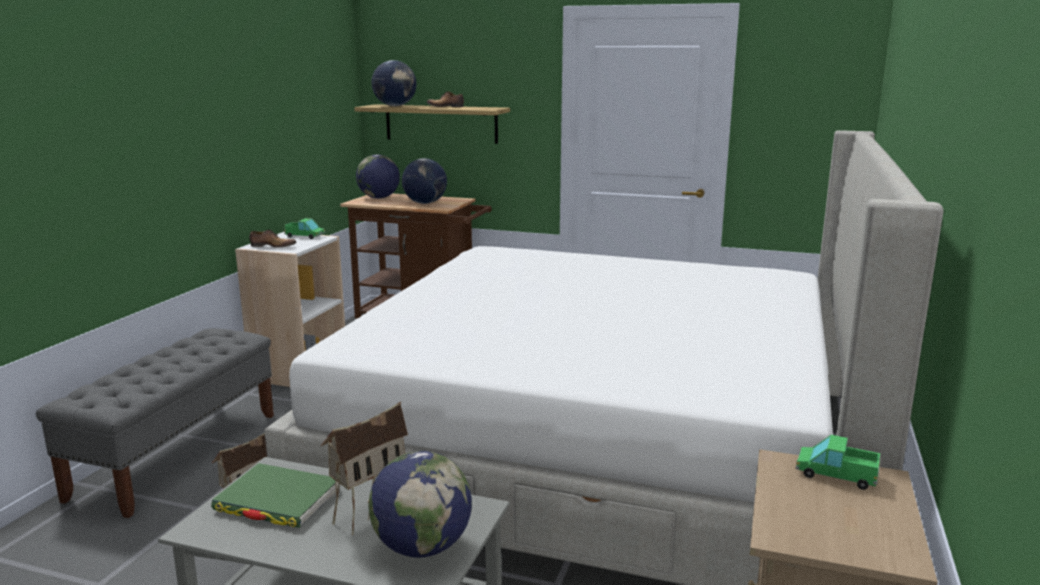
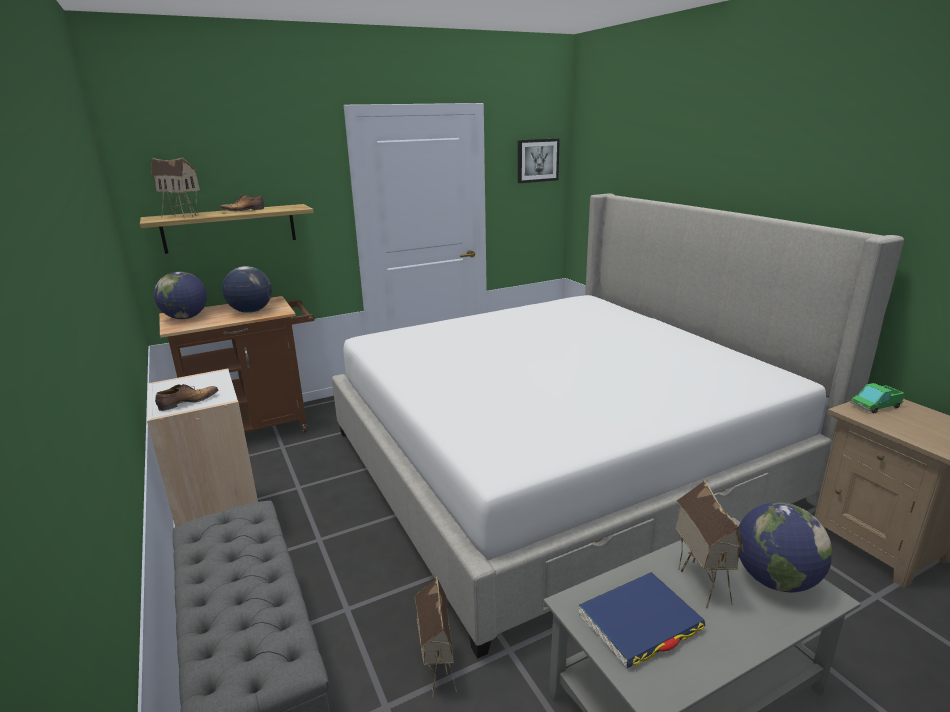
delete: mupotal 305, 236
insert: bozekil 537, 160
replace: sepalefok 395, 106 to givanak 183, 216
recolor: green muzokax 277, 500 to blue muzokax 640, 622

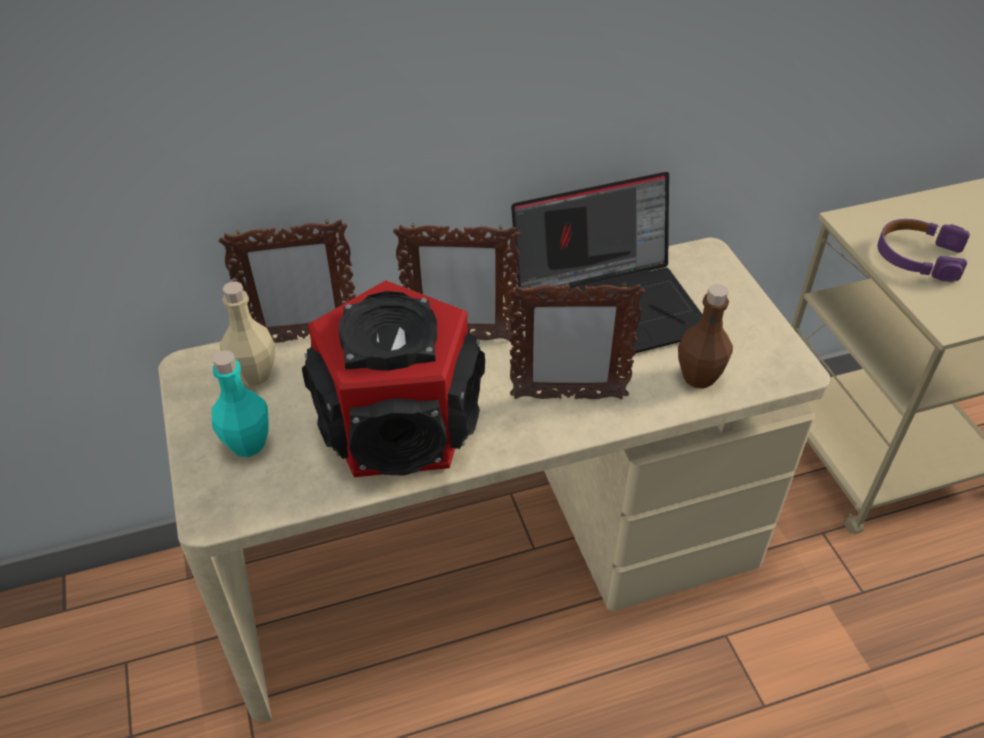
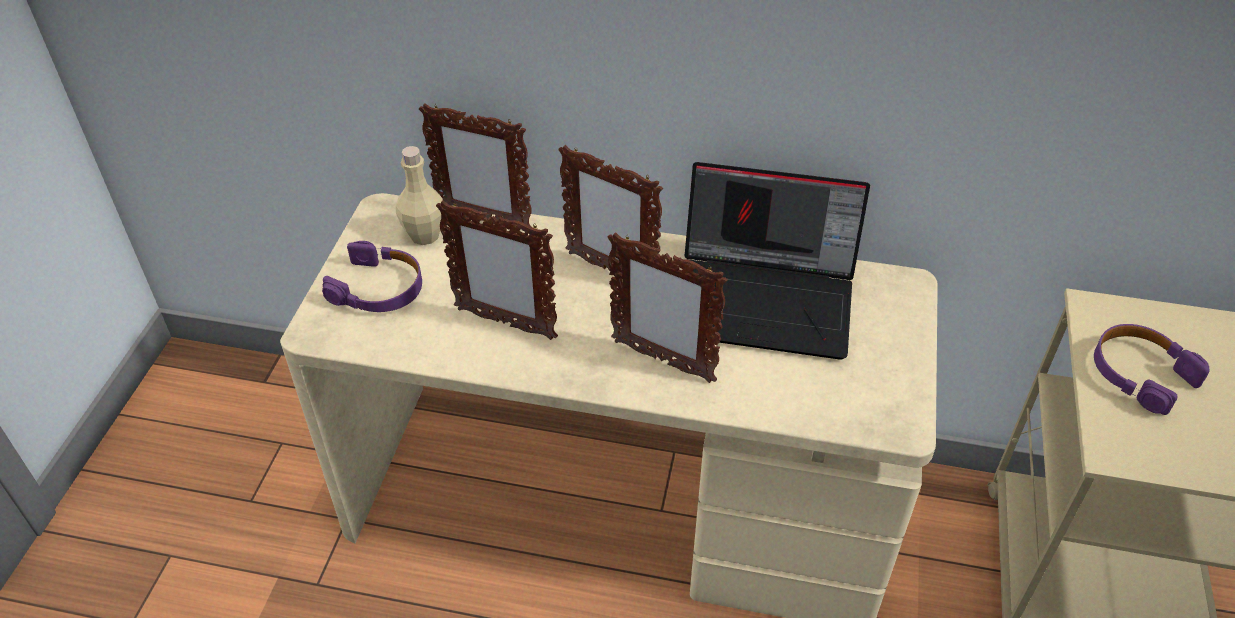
delete: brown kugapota 699, 377
replace: turquoise kugapota 247, 444 to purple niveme 379, 288; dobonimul 400, 424 to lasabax 504, 323

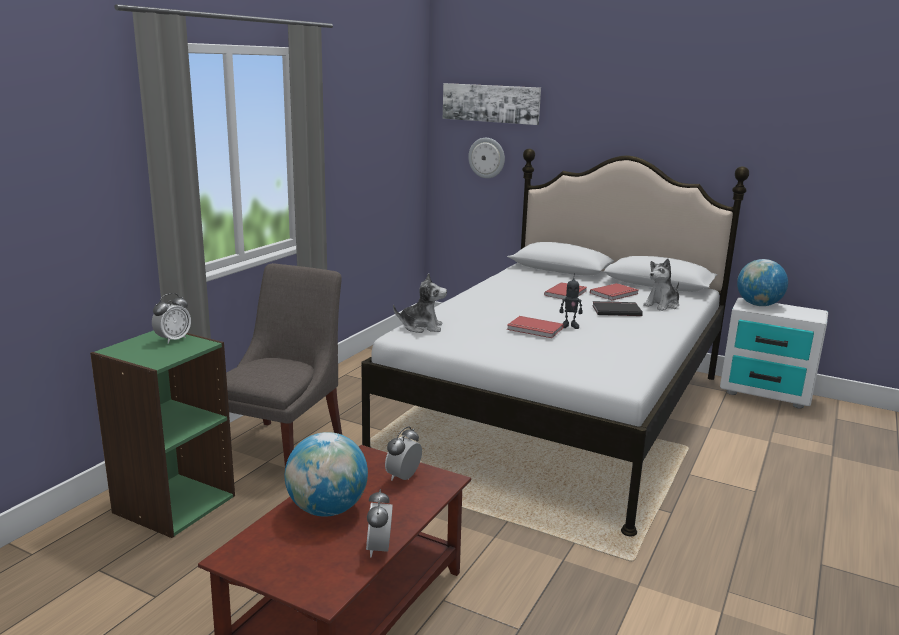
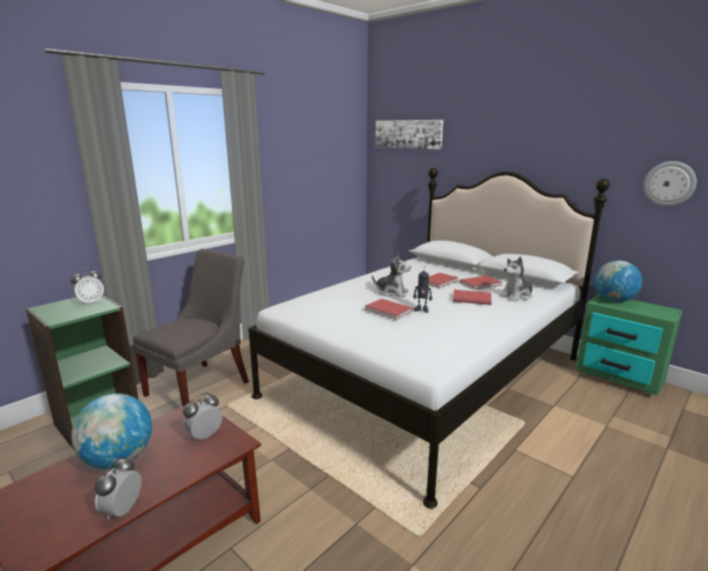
move: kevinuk 421, 327 to 392, 292; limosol 487, 157 to 669, 183
recolor: black muzokax 616, 310 to red muzokax 471, 298; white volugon 765, 396 to green volugon 618, 380

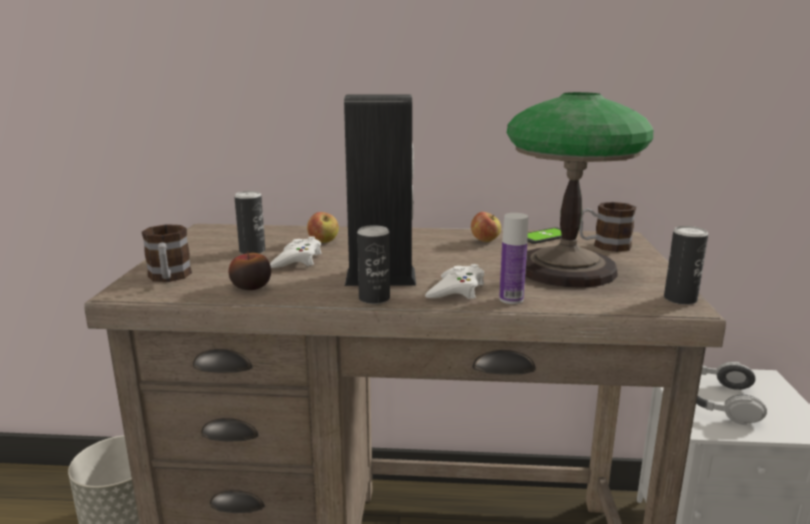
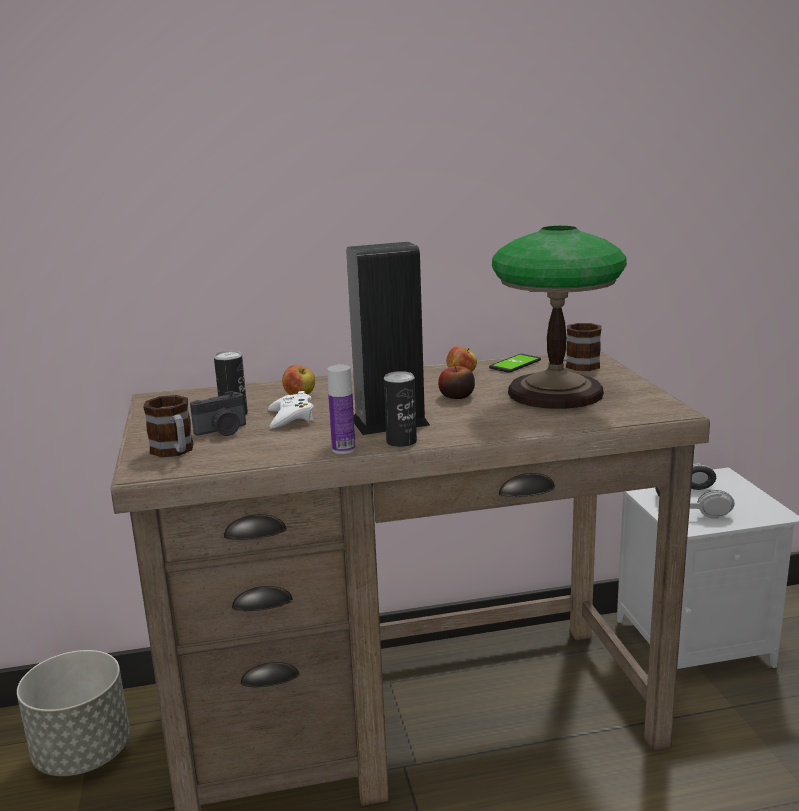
delete: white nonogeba 456, 290; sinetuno 680, 299
insert: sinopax 222, 431
move: kugapota 511, 299 to 343, 449; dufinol 251, 286 to 456, 396

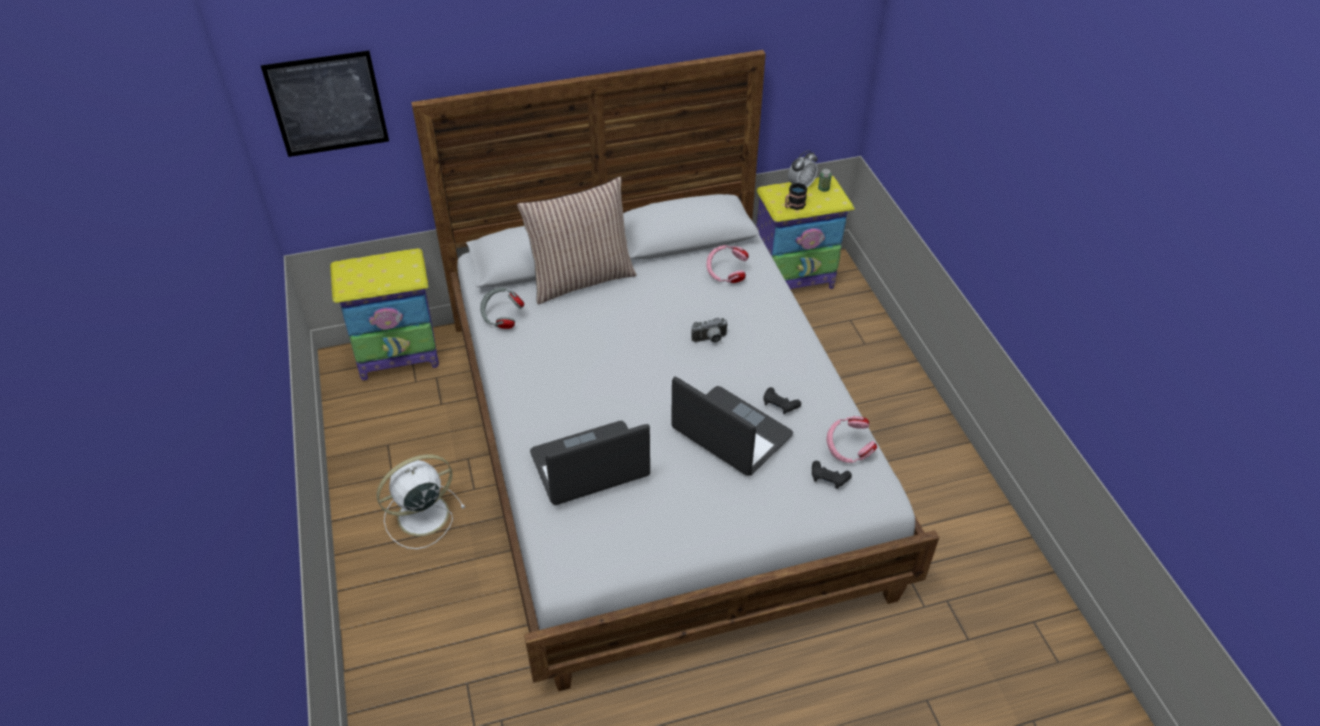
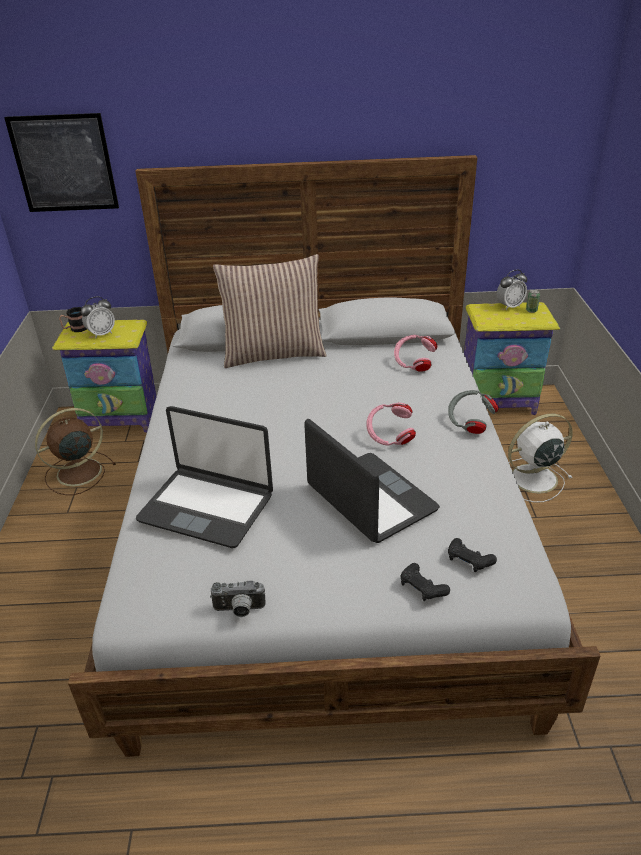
insert: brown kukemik 77, 473; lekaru 101, 334
move: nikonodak 793, 206 to 75, 329; sinopax 710, 340 to 239, 610; pink niveme 848, 451 to 389, 438; black nonogeba 780, 404 to 422, 587; grey niveme 502, 318 to 469, 423; white kukemik 421, 516 to 532, 479
rotate: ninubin 590, 466 = 207, 507 150 degrees counterclockwise

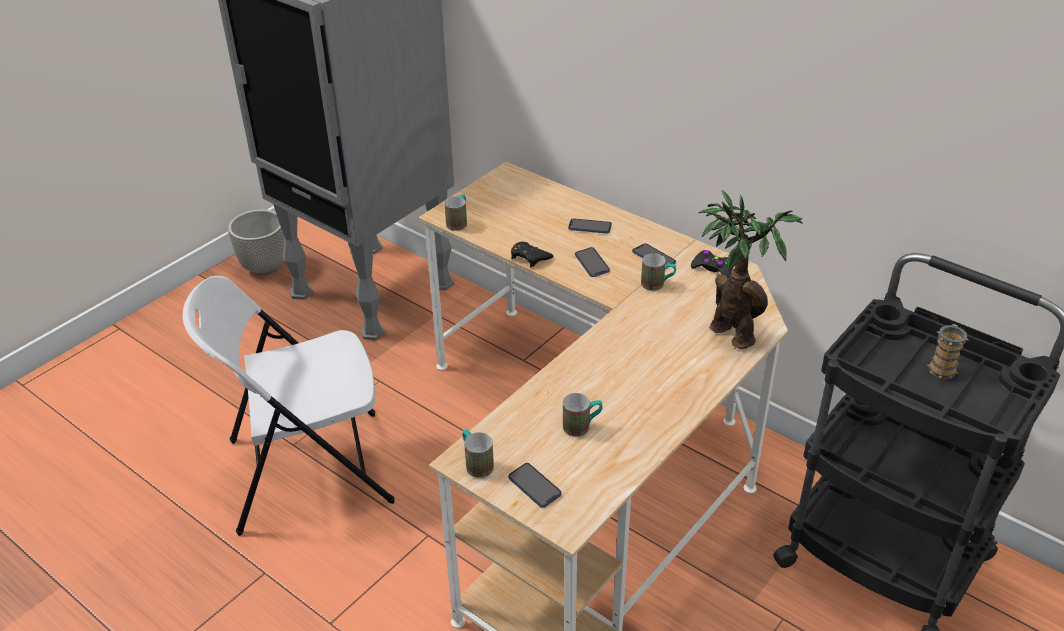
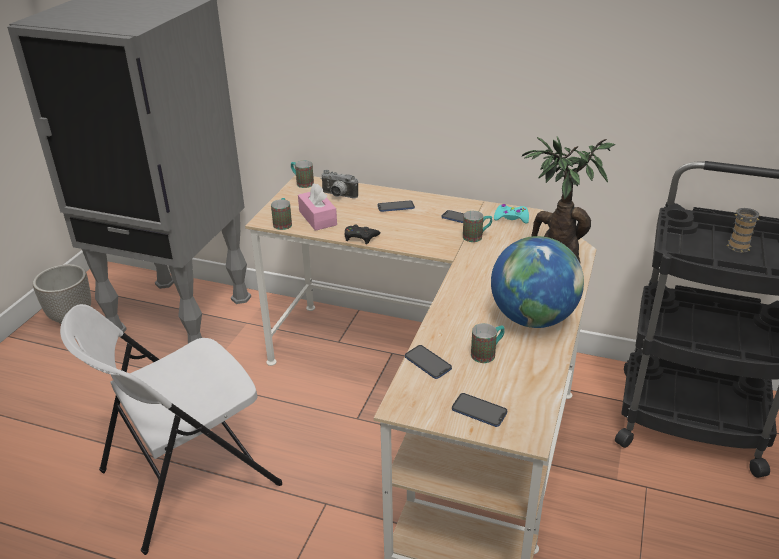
insert: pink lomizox 317, 218; sinopax 338, 196; sepalefok 532, 318
move: nikonodak 476, 463 to 302, 183; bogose 592, 263 to 428, 363
recolor: black nonogeba 713, 269 to turquoise nonogeba 511, 218

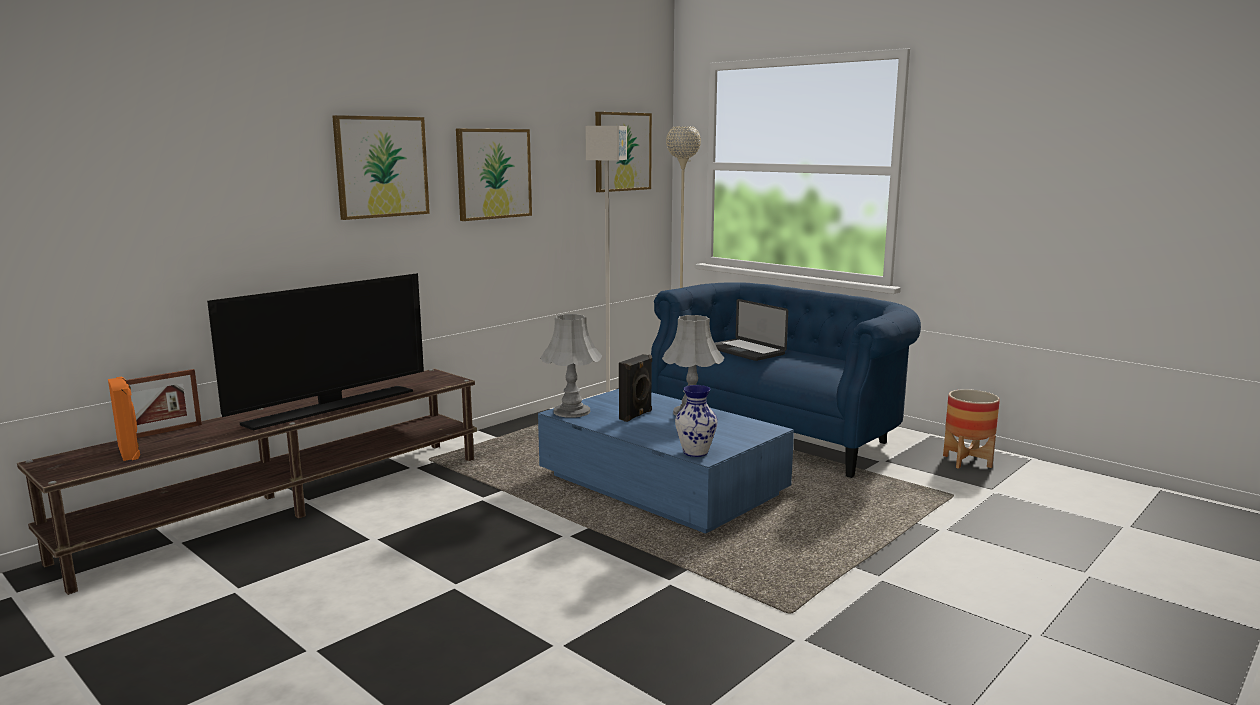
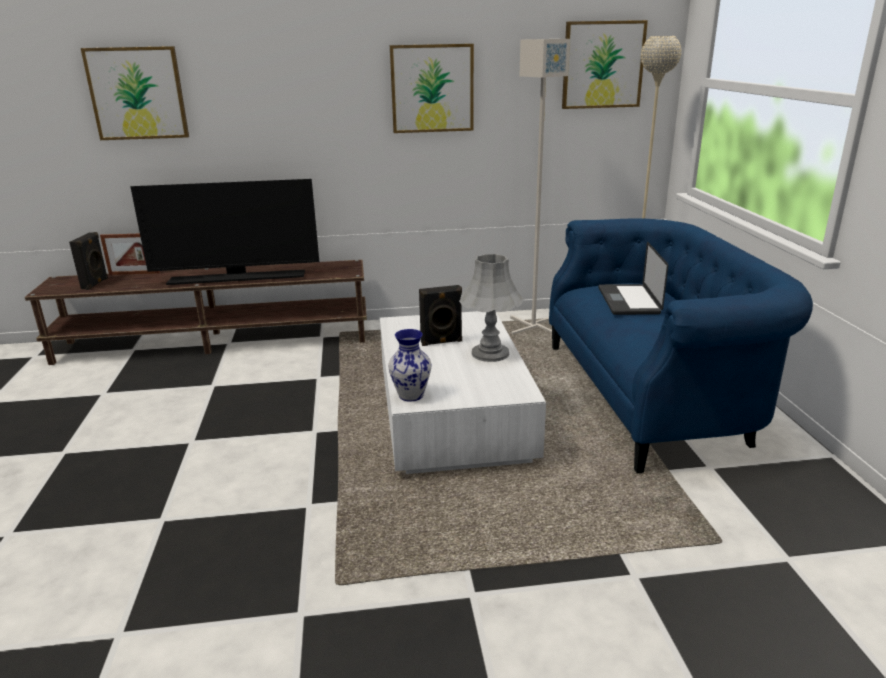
delete: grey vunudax 571, 411; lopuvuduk 967, 461
move: bozekil 381, 167 to 137, 93
recolor: orange dobonimul 130, 452 to black dobonimul 95, 284; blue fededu 662, 486 to white fededu 452, 414

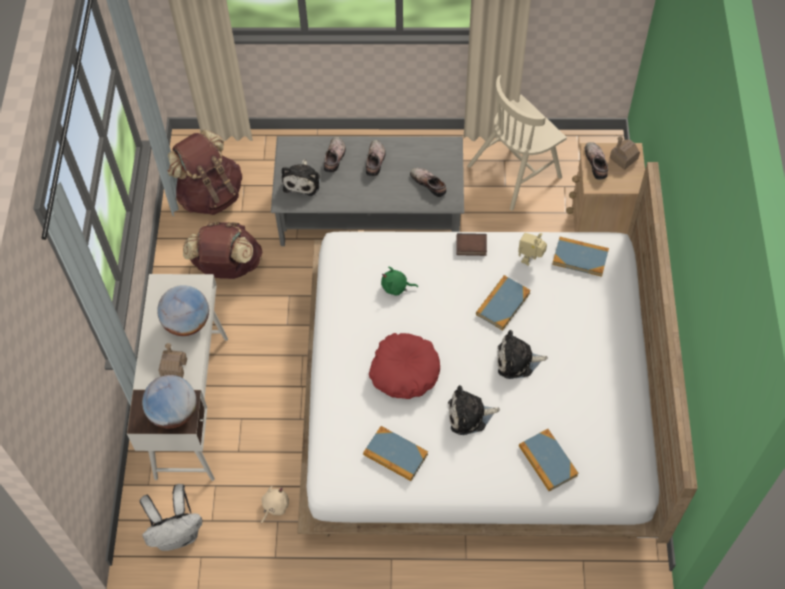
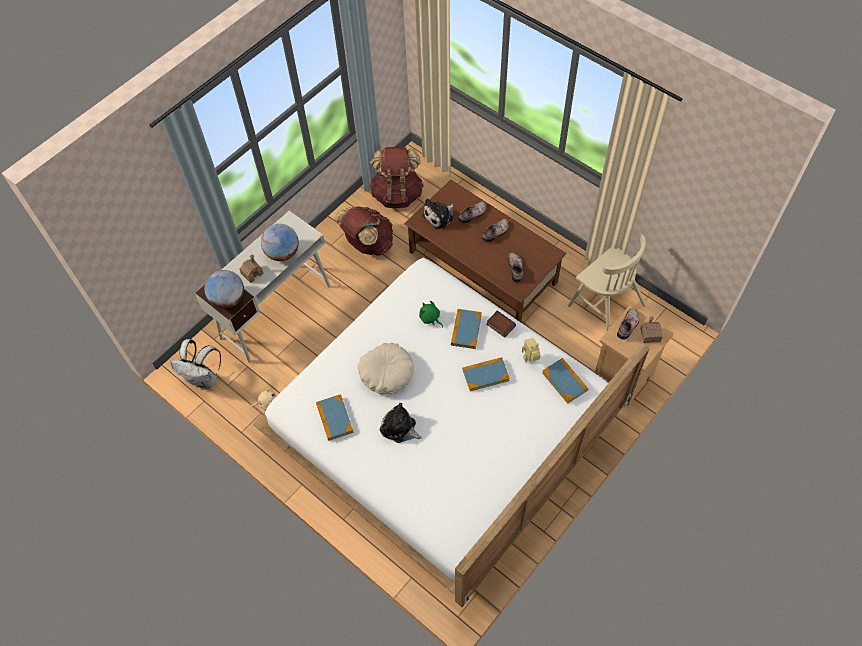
delete: kevinuk 517, 361
move: muzokax 547, 461 to 466, 330
recolor: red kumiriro 406, 372 to beige kumiriro 387, 373; grey fededu 369, 212 to brown fededu 481, 267
rotate: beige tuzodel 518, 168 = 603, 303 135 degrees counterclockwise

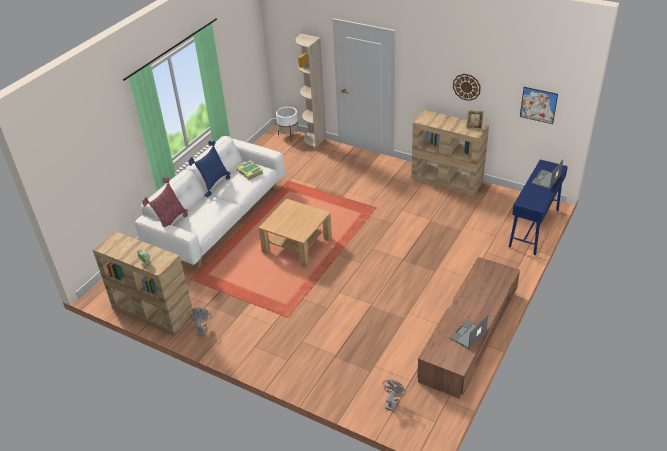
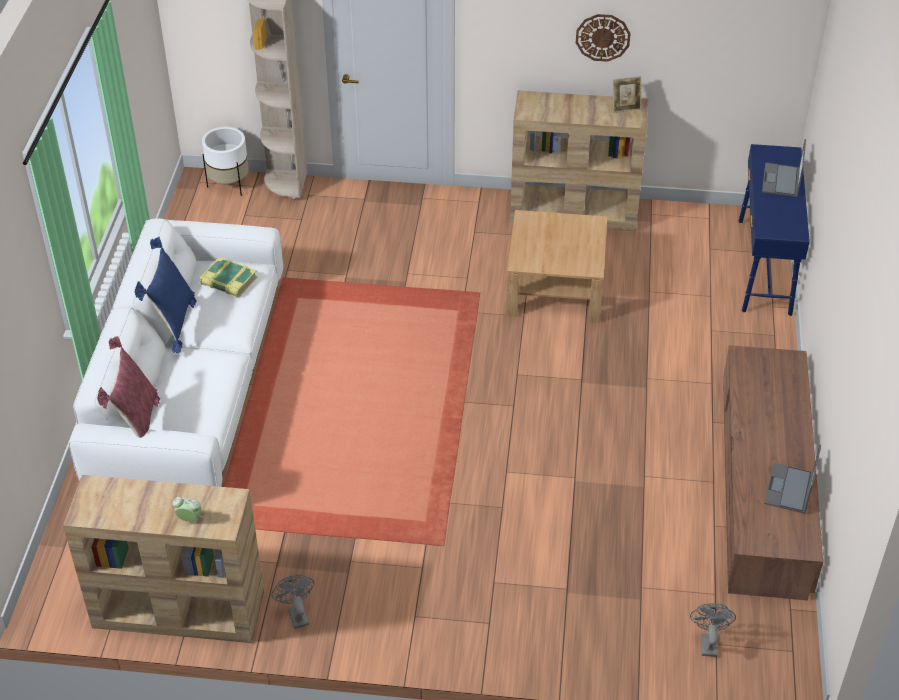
delete: bozekil 538, 105
move: brown fededu 297, 245 to 555, 288

